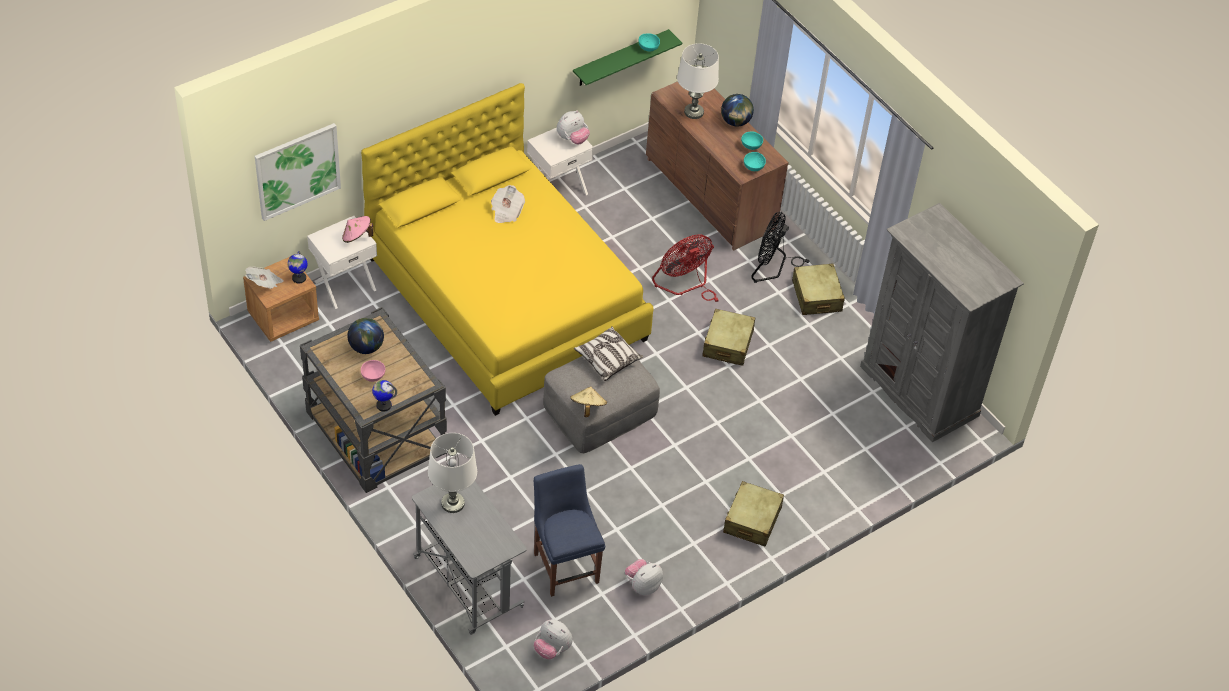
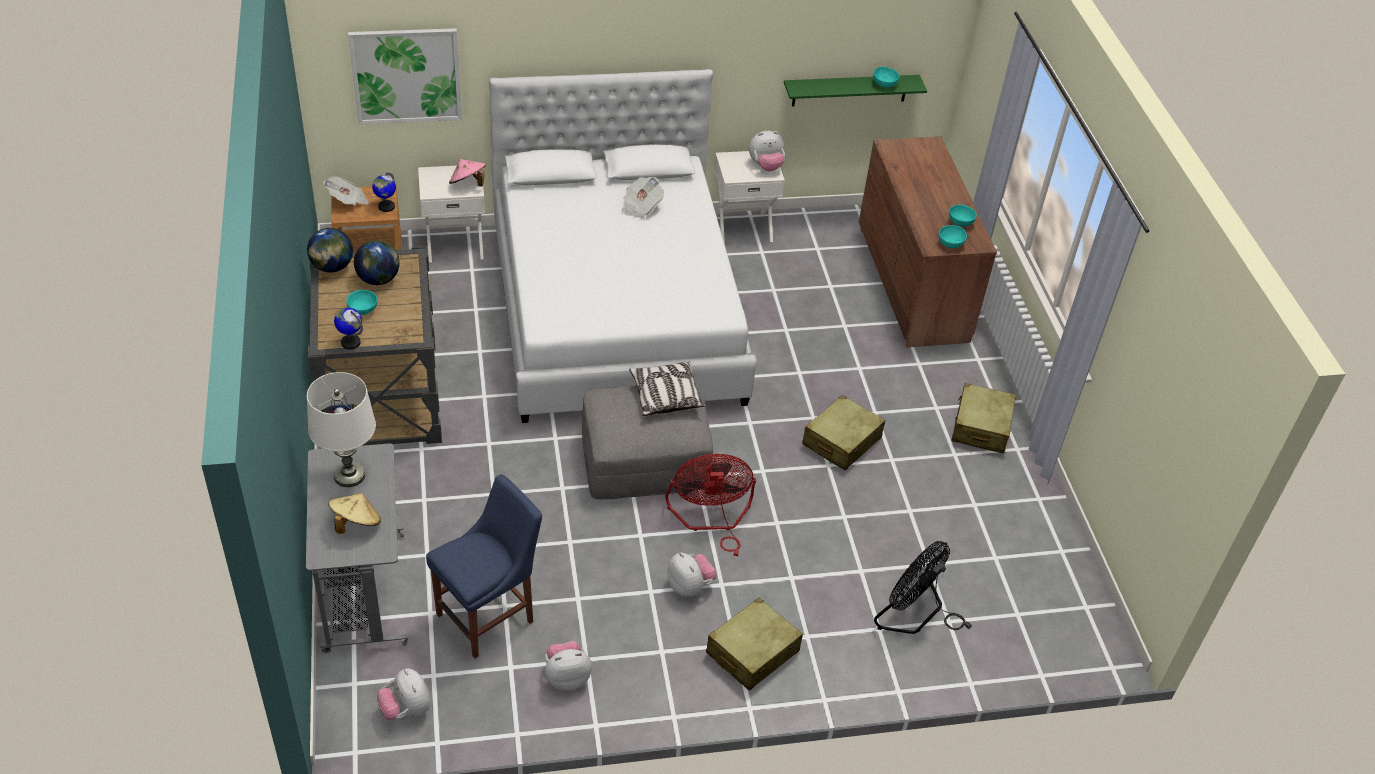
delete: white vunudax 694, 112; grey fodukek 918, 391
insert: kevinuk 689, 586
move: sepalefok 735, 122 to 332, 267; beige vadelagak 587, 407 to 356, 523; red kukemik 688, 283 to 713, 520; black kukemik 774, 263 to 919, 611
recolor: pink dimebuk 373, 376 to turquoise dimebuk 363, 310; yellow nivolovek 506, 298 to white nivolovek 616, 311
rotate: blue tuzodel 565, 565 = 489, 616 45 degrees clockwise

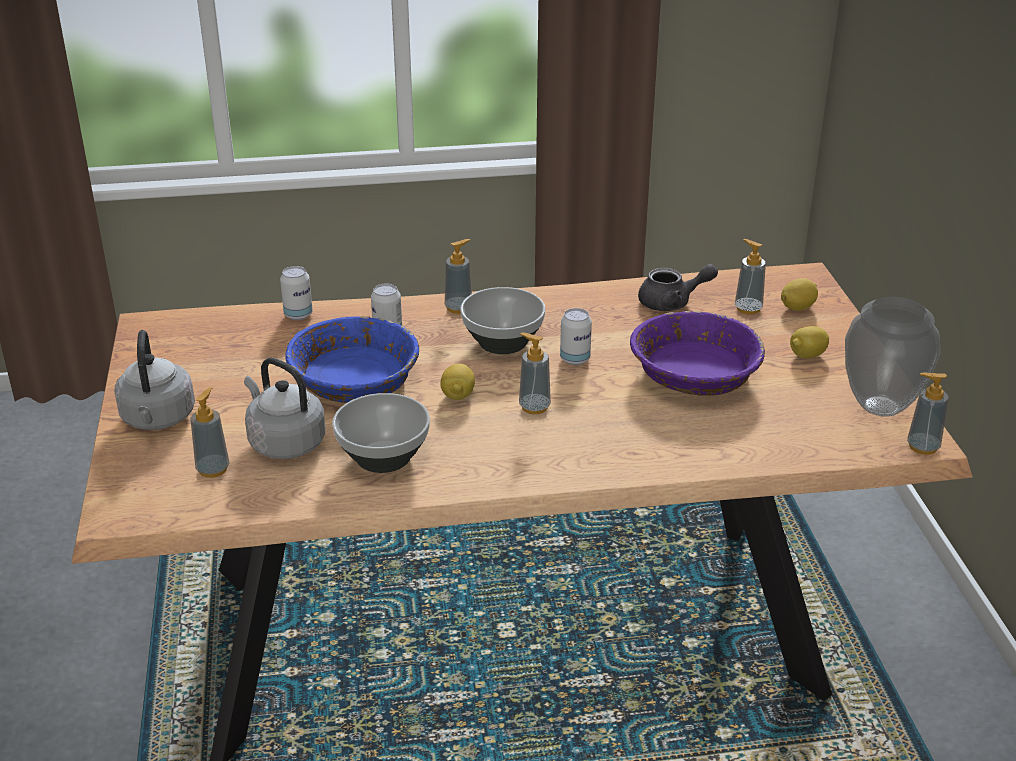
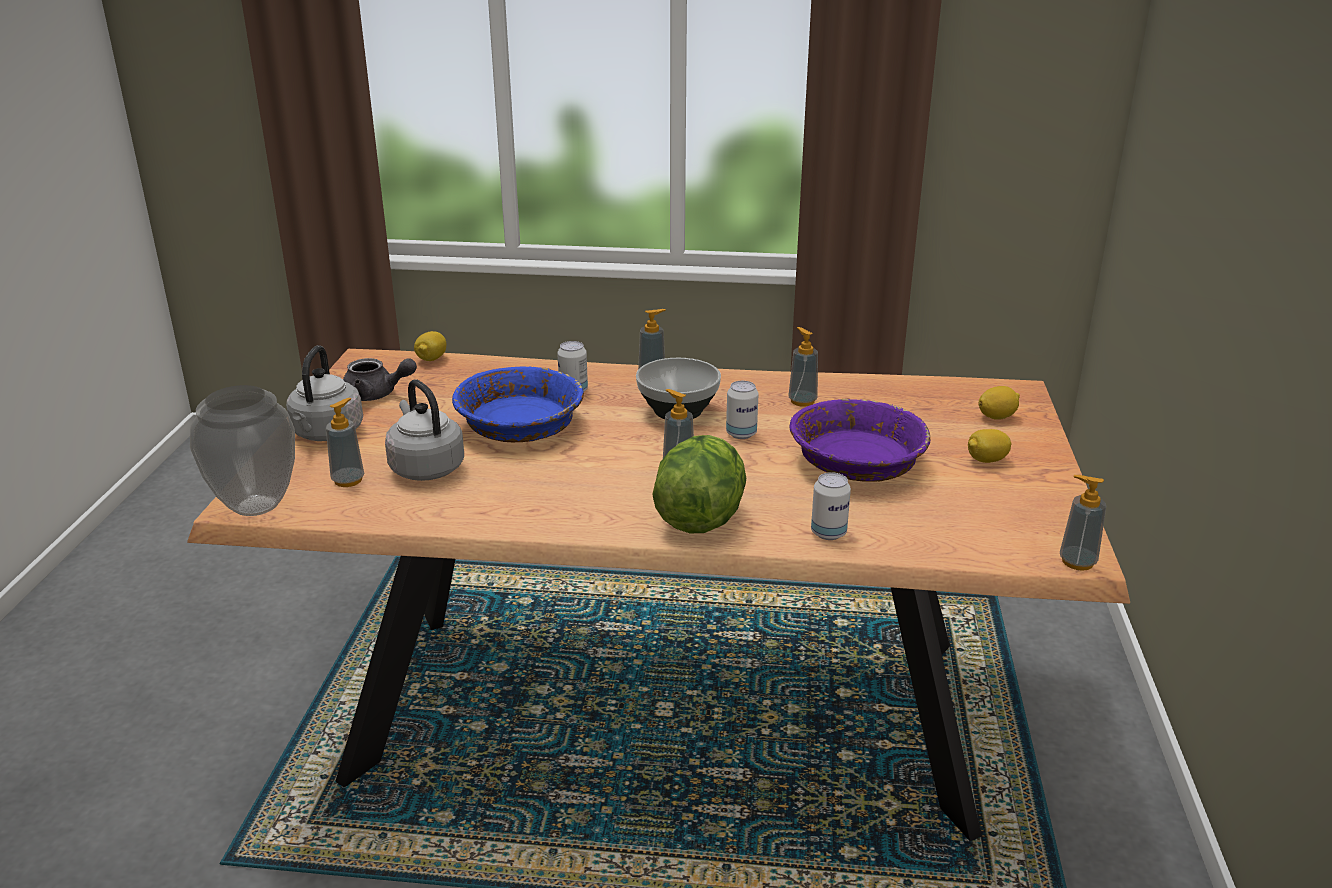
delete: dimebuk 383, 458
insert: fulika 700, 518
move: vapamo 881, 407 to 255, 507; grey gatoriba 672, 303 to 376, 395; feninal 458, 395 to 431, 359; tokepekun 748, 308 to 802, 401; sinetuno 298, 315 to 828, 533

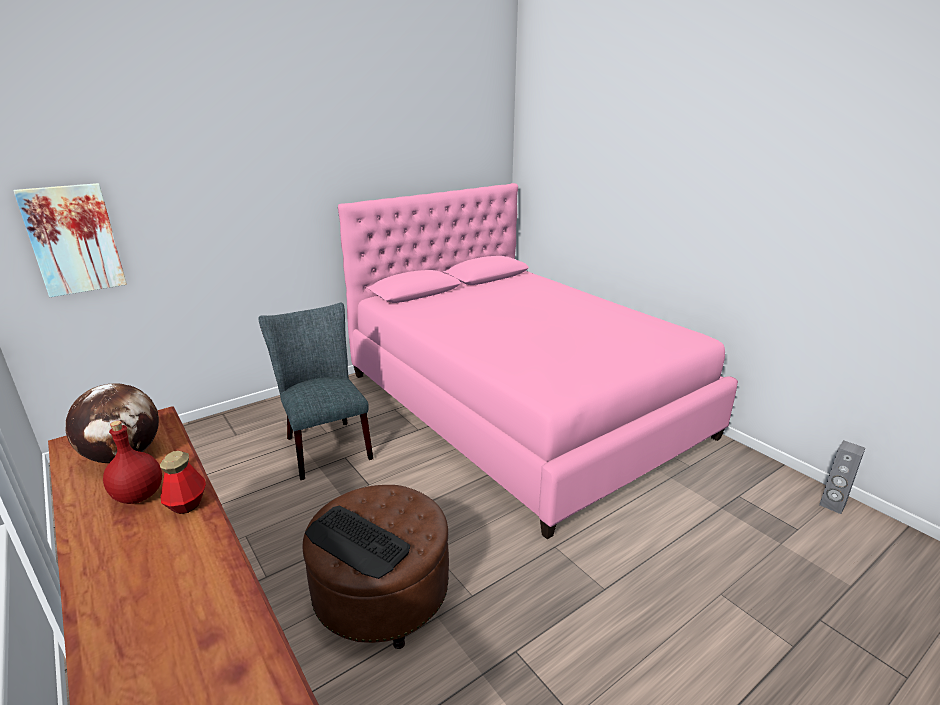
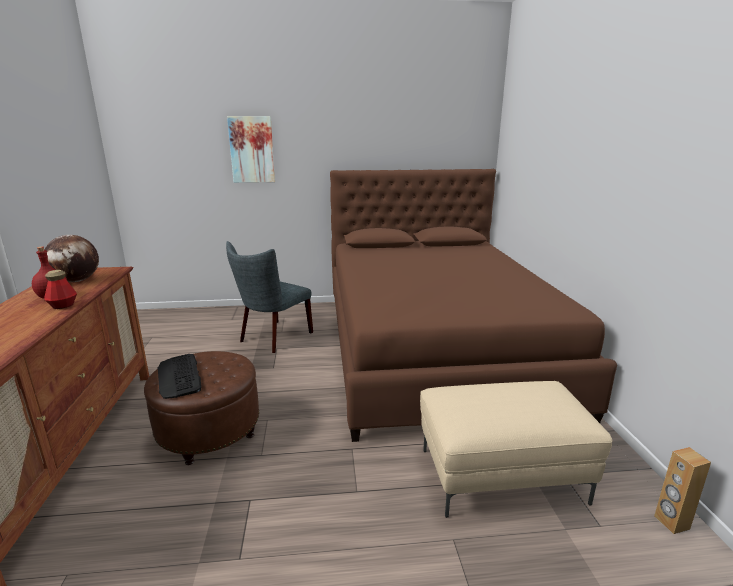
insert: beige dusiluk 501, 474
move: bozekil 73, 239 to 252, 149
recolor: pink nivolovek 520, 403 to brown nivolovek 434, 348; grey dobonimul 832, 505 to brown dobonimul 671, 522
rotate: grey tuzodel 325, 445 = 273, 338 150 degrees counterclockwise

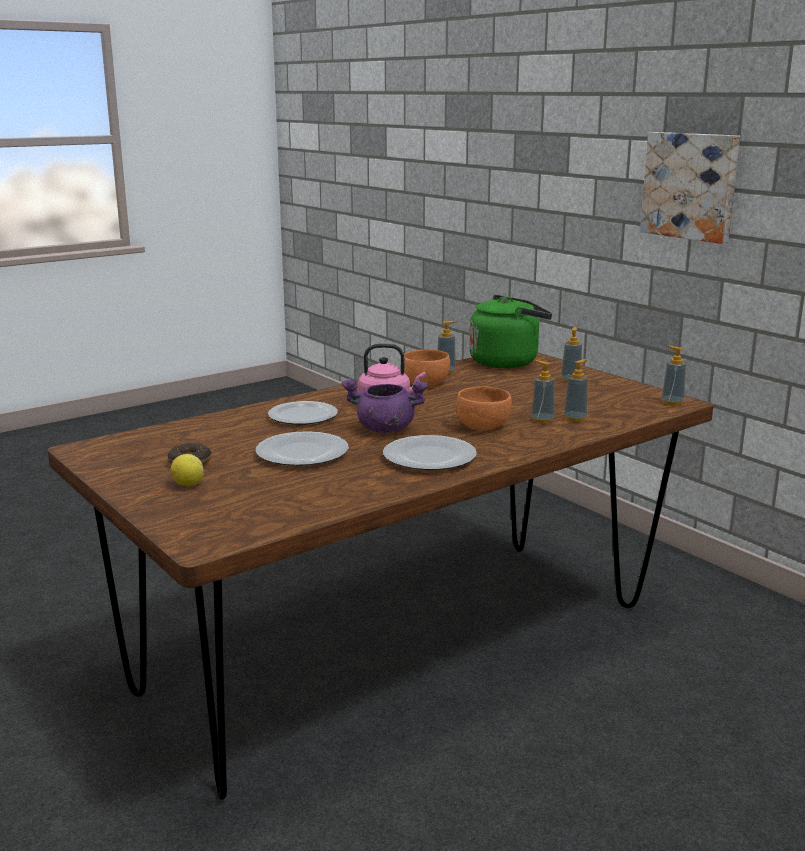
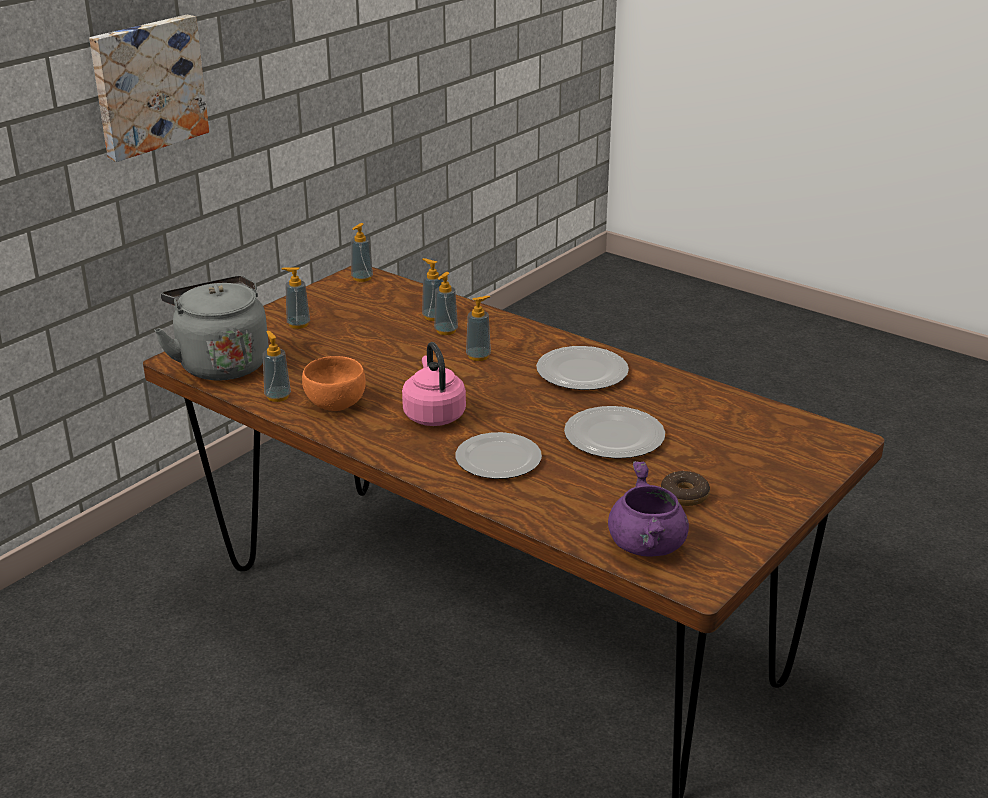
delete: feninal 188, 485
move: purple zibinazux 384, 429 to 648, 546
replace: orange dimebuk 483, 426 to tokepekun 478, 356
recolor: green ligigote 507, 362 to grey ligigote 221, 363

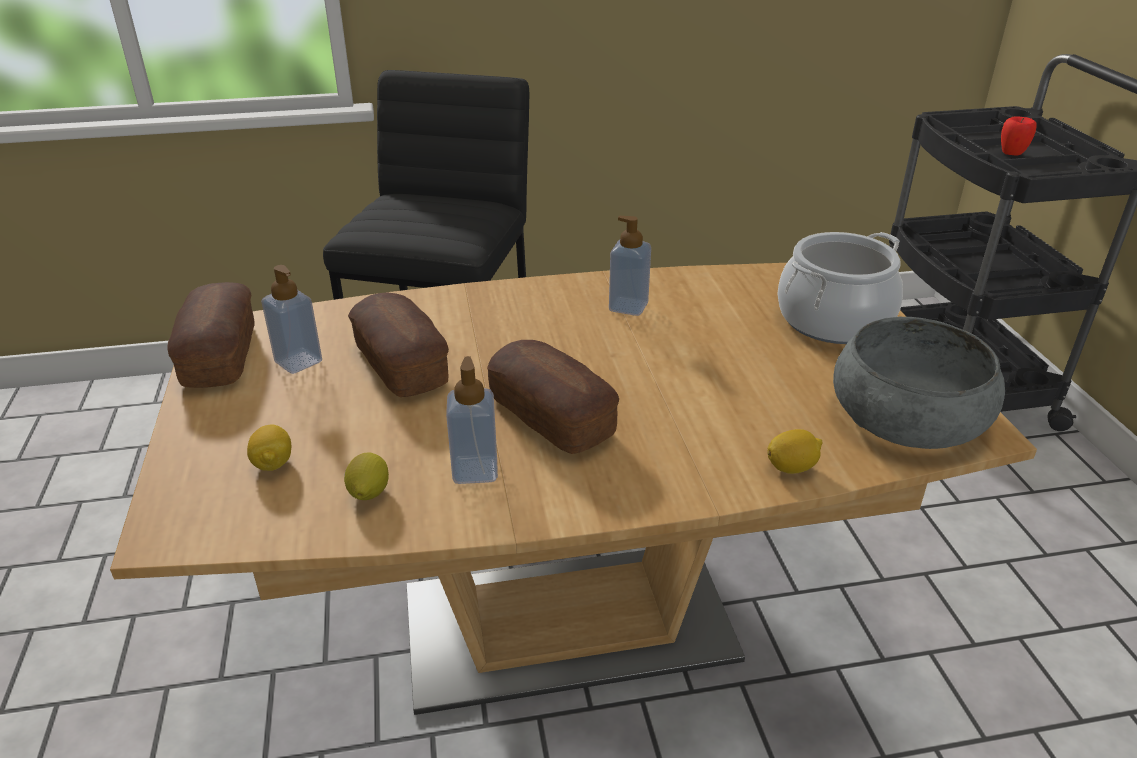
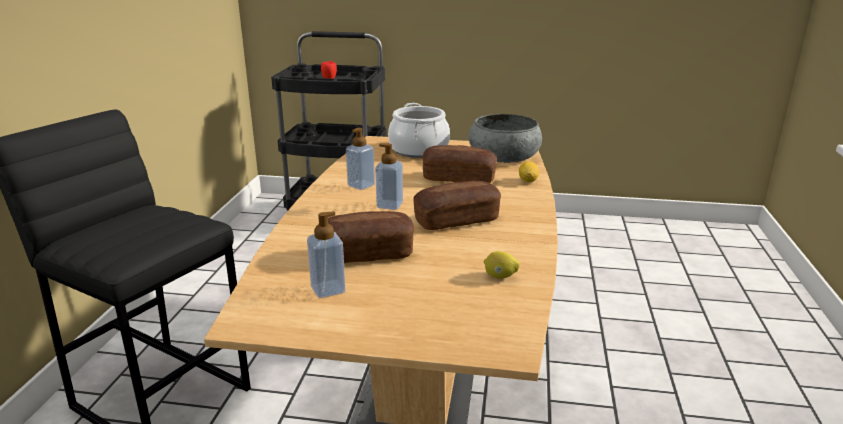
delete: feninal 273, 464
move: tokepekun 475, 470 to 389, 205; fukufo 220, 355 to 458, 178

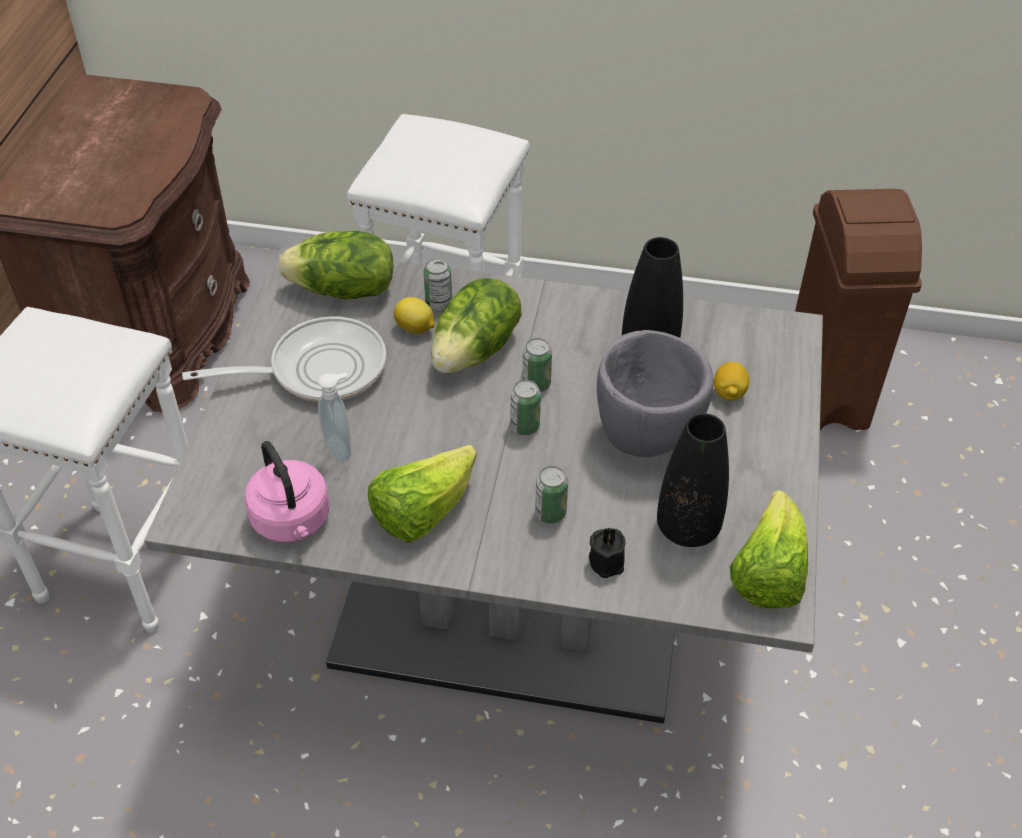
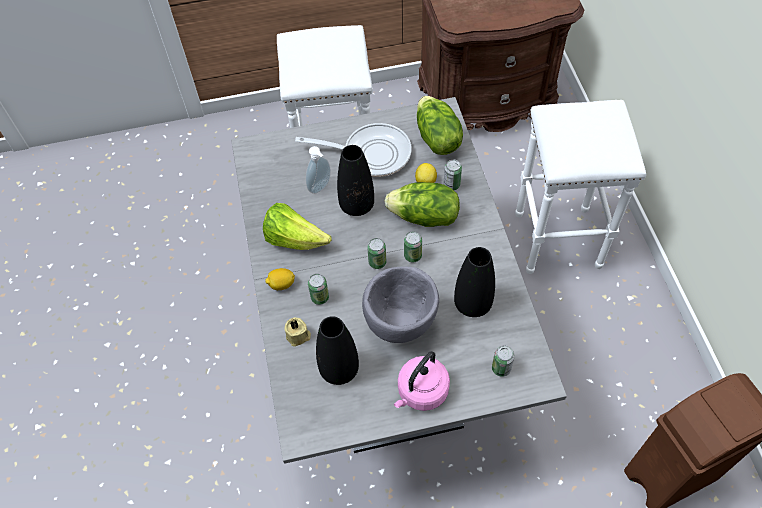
delete: fulika 767, 574
insert: black vapamo 357, 205; sinetuno 501, 368
move: feninal 729, 393 to 281, 284; pink ligigote 292, 521 to 421, 392
recolor: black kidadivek 608, 561 to beige kidadivek 298, 336
rotate: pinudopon 318, 369 = 371, 153 45 degrees counterclockwise

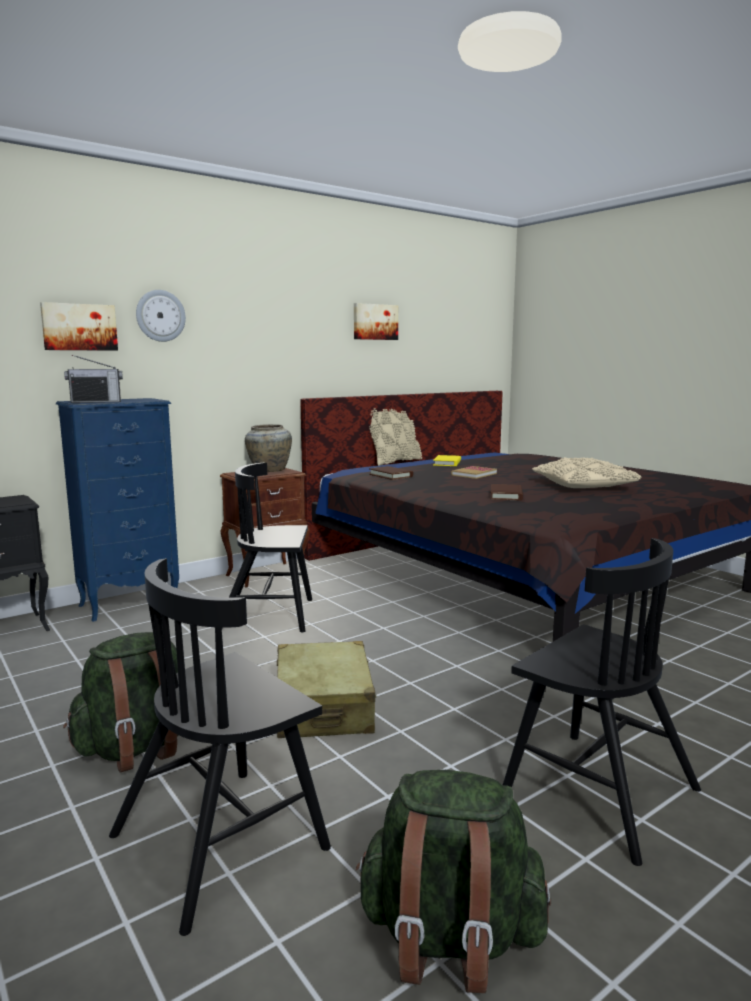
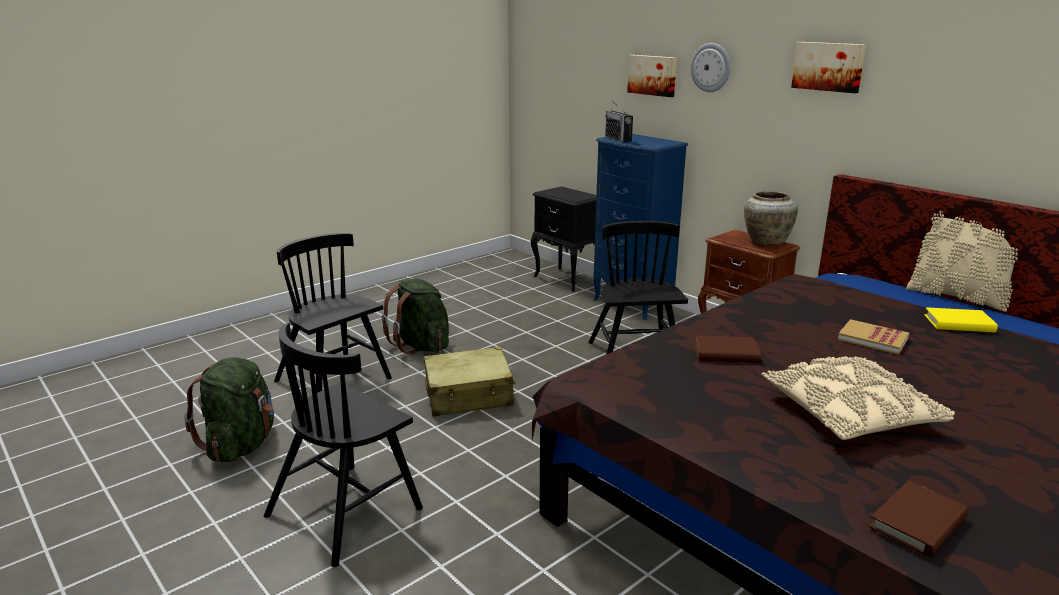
move: bozekil 375, 322 to 828, 66; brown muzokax 390, 475 to 918, 523

